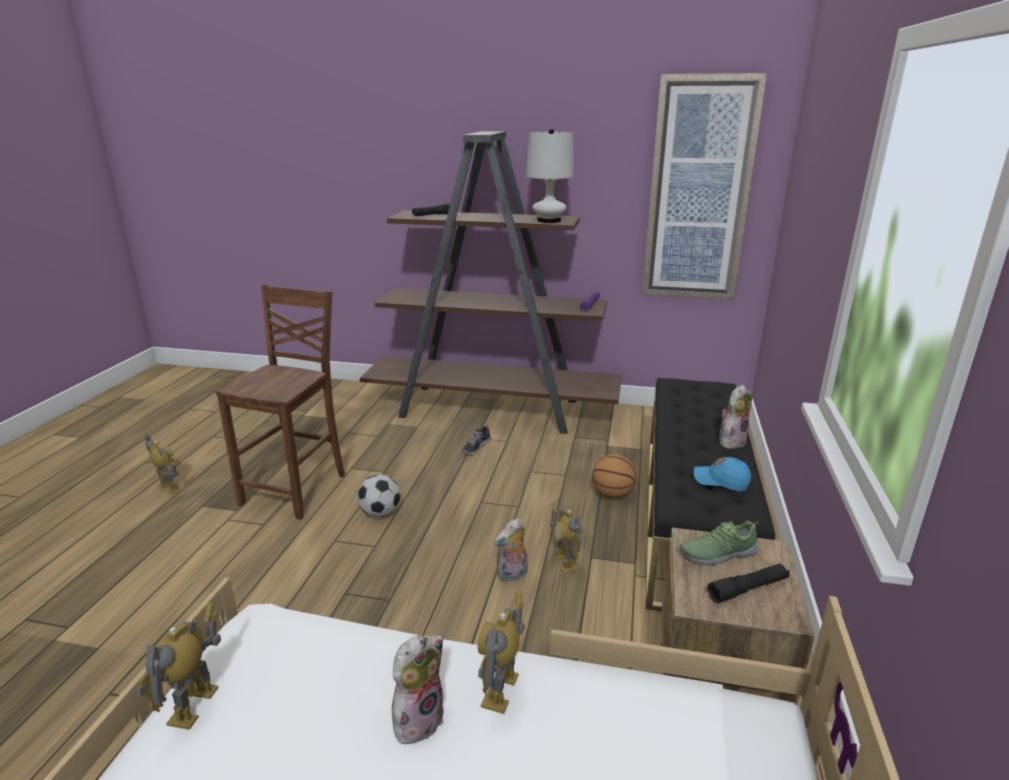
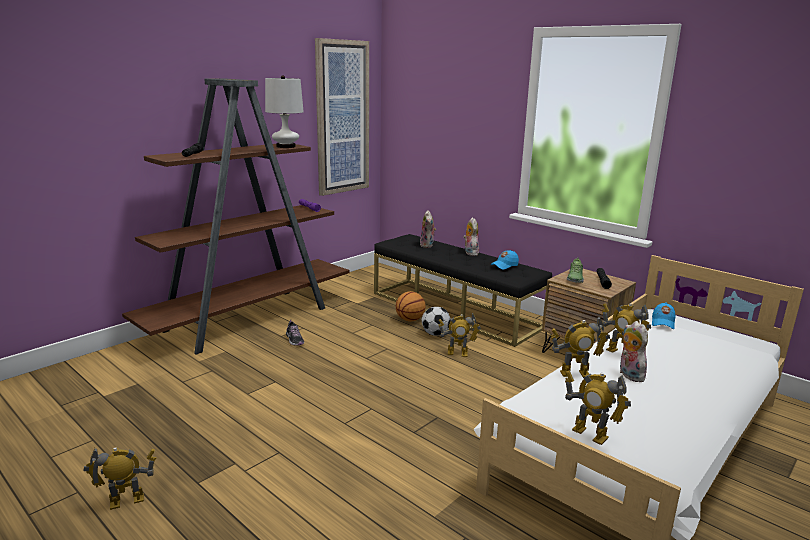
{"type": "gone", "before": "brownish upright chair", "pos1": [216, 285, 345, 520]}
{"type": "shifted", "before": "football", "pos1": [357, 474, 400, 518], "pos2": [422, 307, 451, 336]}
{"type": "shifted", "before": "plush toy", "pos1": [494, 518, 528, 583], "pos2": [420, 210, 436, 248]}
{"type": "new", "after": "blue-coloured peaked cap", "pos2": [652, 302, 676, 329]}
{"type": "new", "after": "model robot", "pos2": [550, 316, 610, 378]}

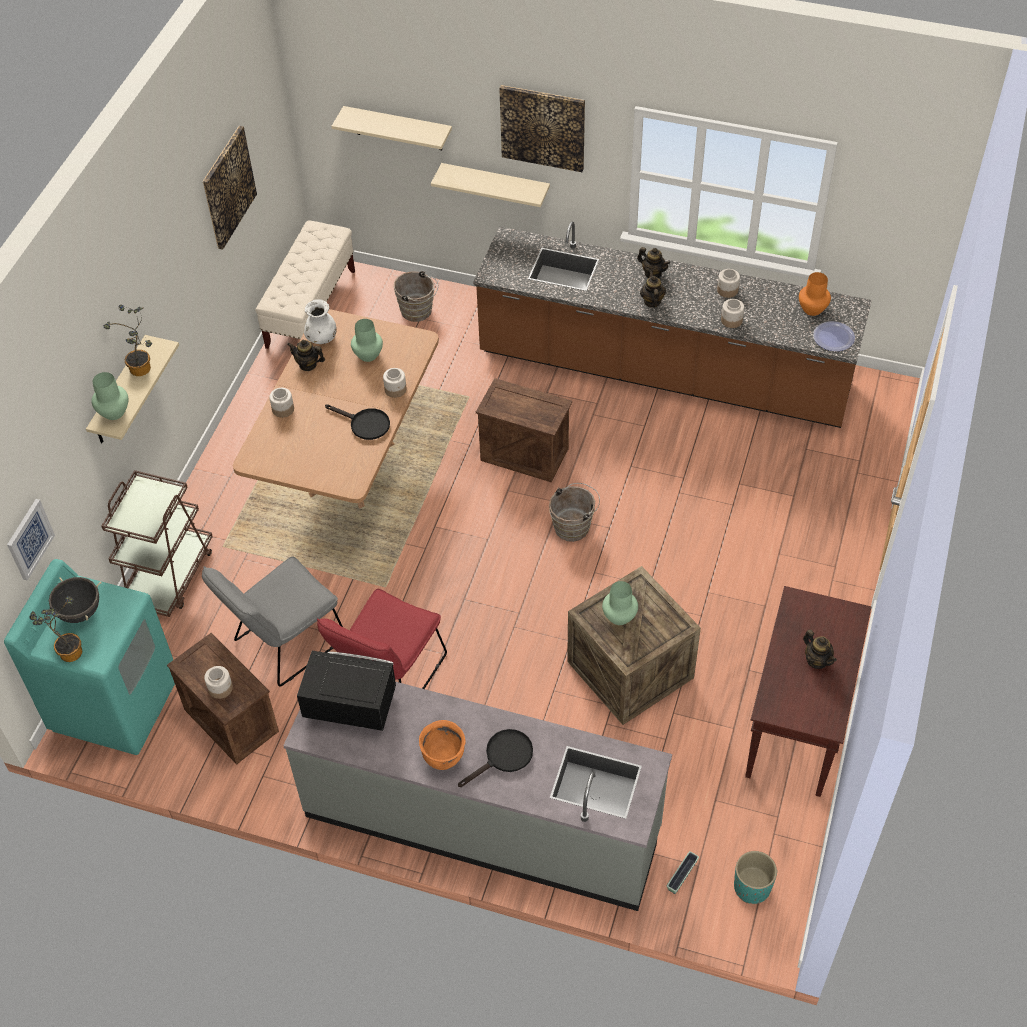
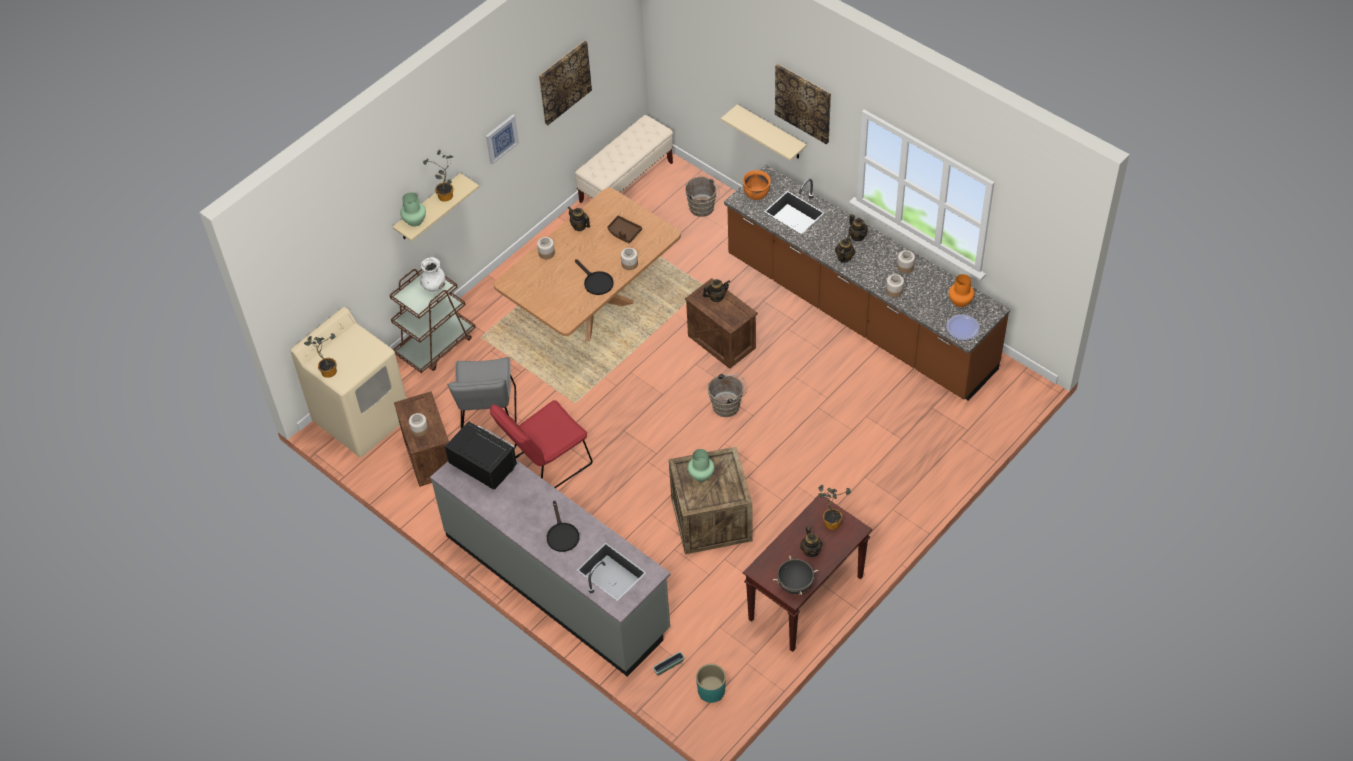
{"type": "gone", "before": "beige-coloured shelf", "pos1": [331, 106, 452, 150]}
{"type": "shifted", "before": "white-coloured decorative vase", "pos1": [304, 299, 337, 344], "pos2": [420, 257, 445, 292]}
{"type": "swapped", "before": "green decorative vase", "after": "brownish serving tray", "pos1": [351, 319, 383, 362], "pos2": [607, 215, 642, 243]}
{"type": "shifted", "before": "wall art", "pos1": [7, 499, 55, 581], "pos2": [486, 115, 519, 165]}
{"type": "rotated", "before": "grey upright chair", "pos1": [202, 557, 343, 687], "pos2": [447, 357, 516, 429], "turn": -75}
{"type": "repainted", "before": "blue-green laundry machine", "after": "beige-coloured laundry machine", "pos1": [4, 559, 175, 755], "pos2": [290, 307, 407, 457]}
{"type": "shifted", "before": "black-coloured saucepot", "pos1": [49, 577, 101, 623], "pos2": [773, 556, 818, 595]}
{"type": "shifted", "before": "orangey saucepot", "pos1": [419, 720, 466, 770], "pos2": [743, 170, 771, 200]}
{"type": "rotated", "before": "black-coloured skillet", "pos1": [458, 729, 533, 787], "pos2": [547, 501, 579, 552], "turn": 90}
{"type": "new", "after": "teapot", "pos2": [702, 279, 730, 302]}
{"type": "new", "after": "potted plant", "pos2": [818, 485, 851, 530]}

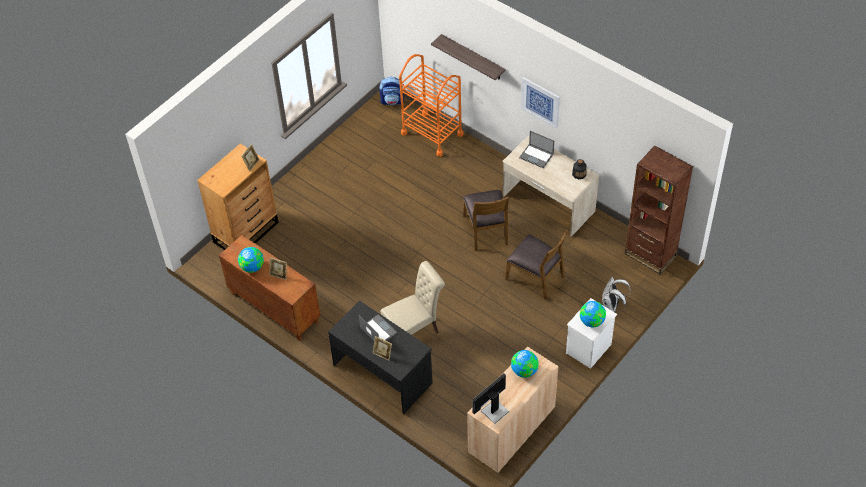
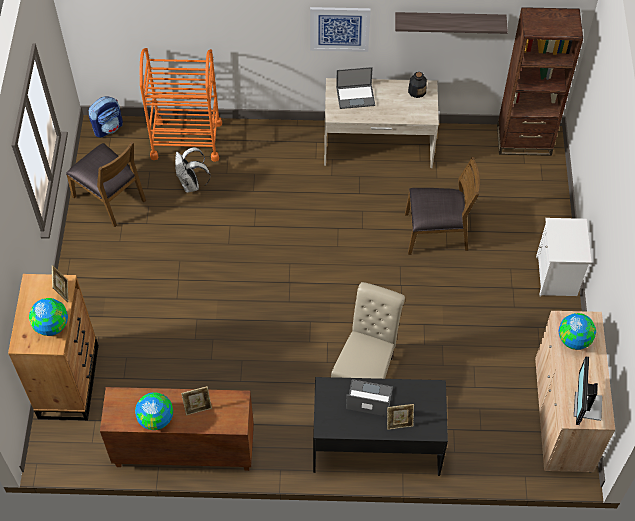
{"type": "shifted", "before": "shelf", "pos1": [431, 34, 506, 80], "pos2": [395, 12, 508, 34]}
{"type": "shifted", "before": "brownish upright chair", "pos1": [463, 190, 509, 250], "pos2": [66, 141, 146, 227]}
{"type": "shifted", "before": "white-coloured rucksack", "pos1": [602, 277, 631, 312], "pos2": [175, 147, 211, 193]}
{"type": "shifted", "before": "desk globe", "pos1": [580, 301, 606, 328], "pos2": [29, 298, 68, 336]}

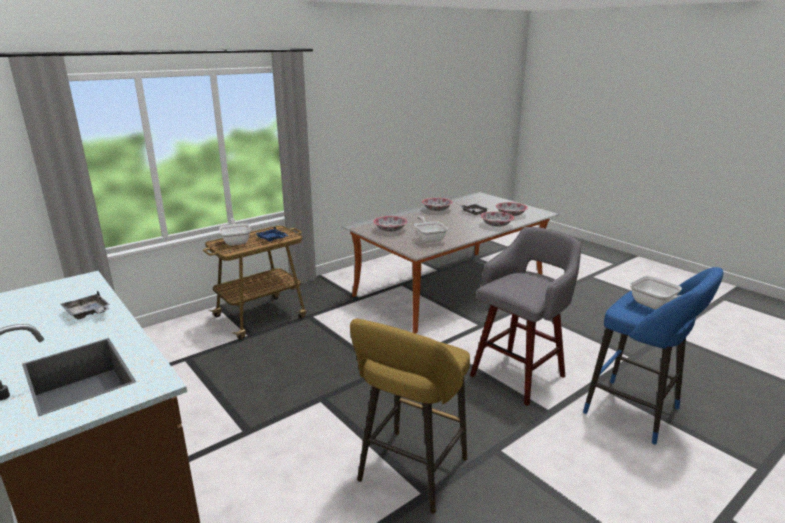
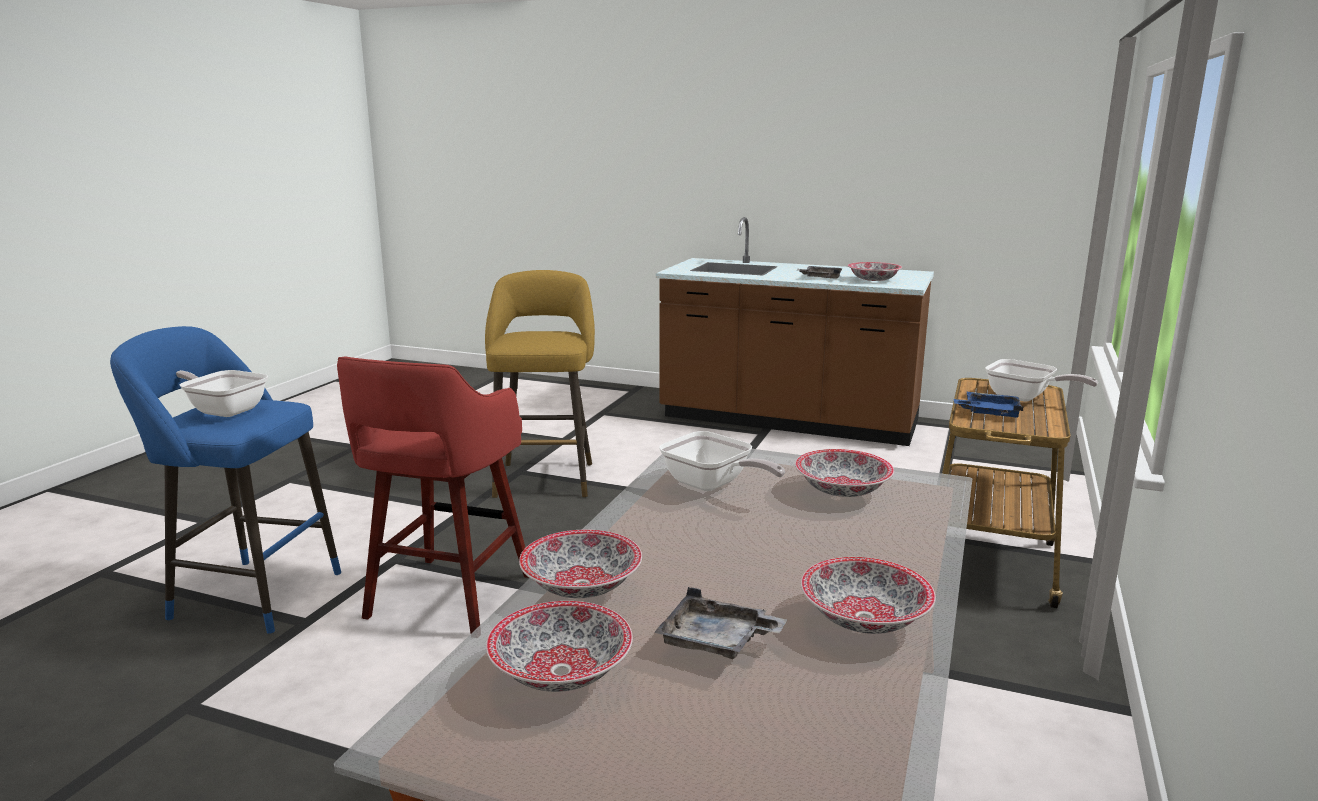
{"type": "repainted", "before": "grey stool", "after": "reddish stool", "pos1": [470, 227, 582, 406], "pos2": [337, 356, 529, 633]}
{"type": "new", "after": "serving bowl", "pos2": [848, 262, 902, 281]}

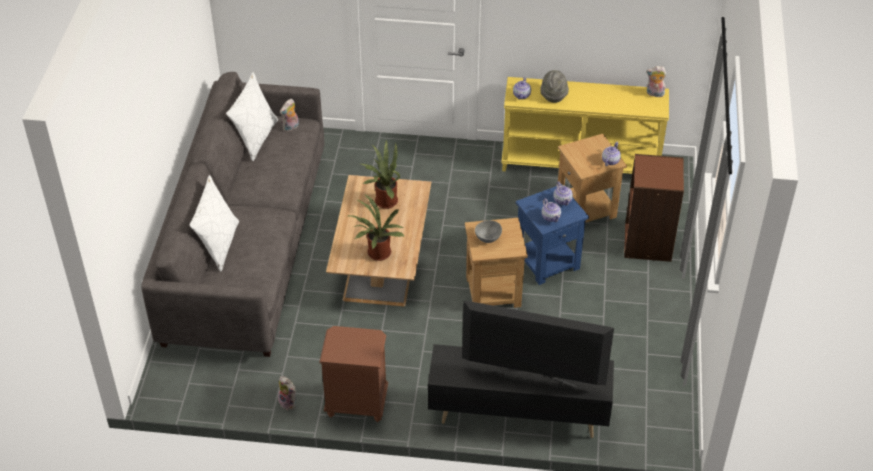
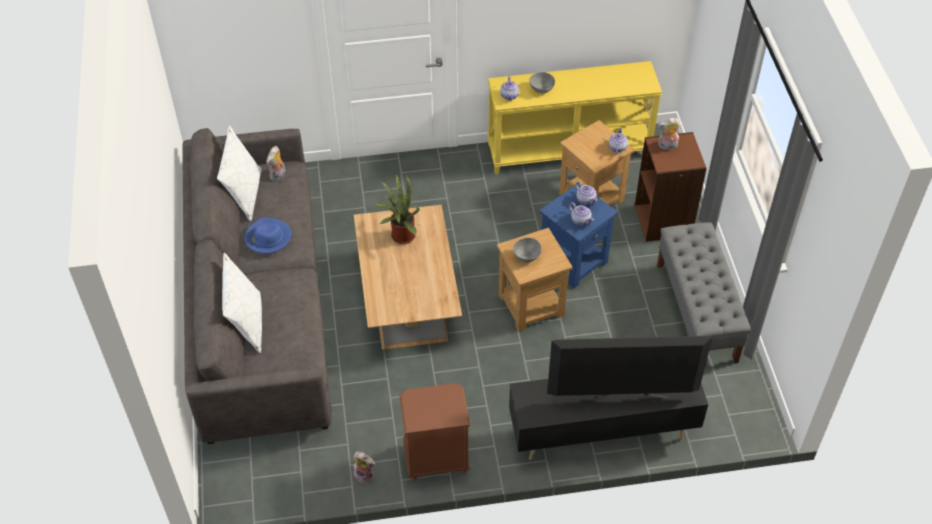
{"type": "shifted", "before": "plush toy", "pos1": [646, 66, 667, 97], "pos2": [658, 118, 680, 150]}
{"type": "swapped", "before": "grey clothing hat", "after": "grey serving bowl", "pos1": [540, 70, 569, 103], "pos2": [529, 72, 555, 93]}
{"type": "gone", "before": "potted plant", "pos1": [348, 195, 405, 261]}
{"type": "new", "after": "blue-coloured clothing hat", "pos2": [245, 217, 291, 254]}
{"type": "new", "after": "grey indoor bench", "pos2": [657, 222, 751, 363]}

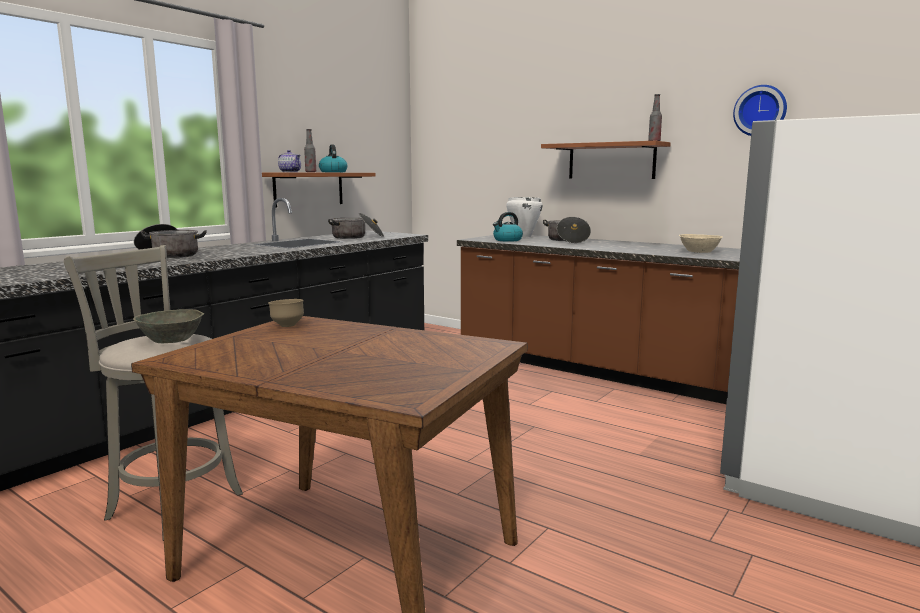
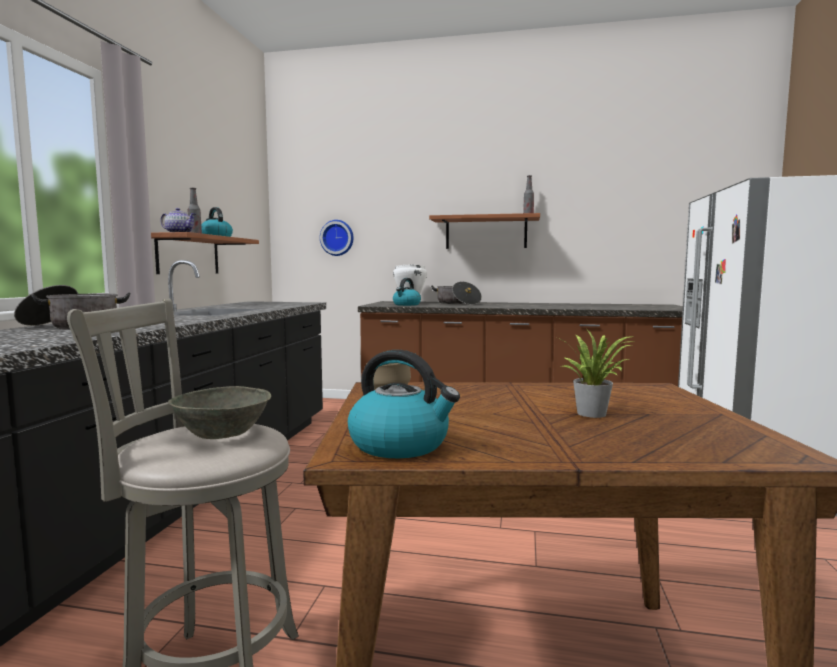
{"type": "shifted", "before": "clock on the wall", "pos1": [733, 85, 787, 136], "pos2": [320, 220, 353, 256]}
{"type": "gone", "before": "saucepot", "pos1": [328, 213, 384, 239]}
{"type": "gone", "before": "beige-coloured serving bowl", "pos1": [679, 234, 723, 253]}
{"type": "new", "after": "potted plant", "pos2": [558, 328, 634, 418]}
{"type": "new", "after": "kettle", "pos2": [348, 350, 460, 458]}

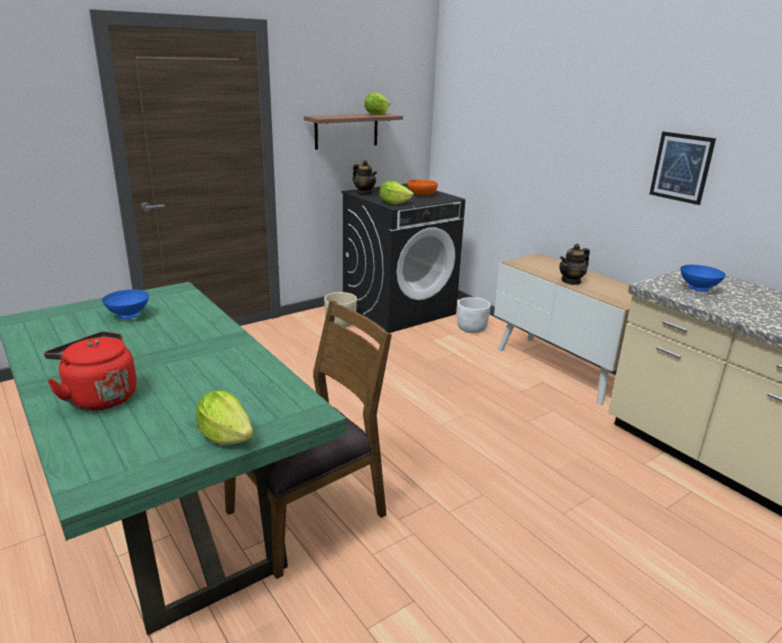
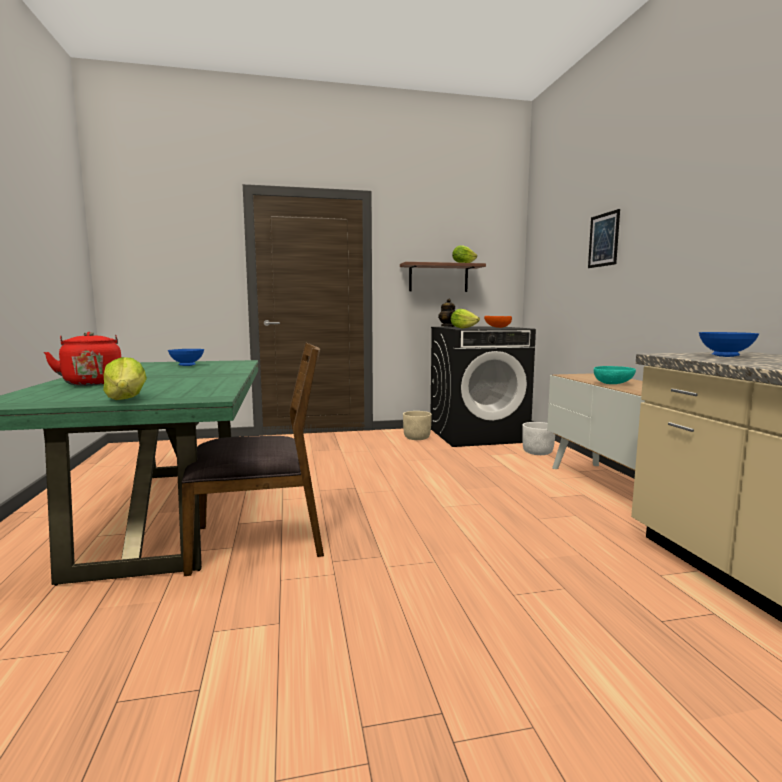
{"type": "shifted", "before": "wall art", "pos1": [650, 132, 716, 205], "pos2": [588, 209, 620, 268]}
{"type": "swapped", "before": "teapot", "after": "blue-green serving bowl", "pos1": [559, 244, 590, 285], "pos2": [594, 366, 636, 384]}

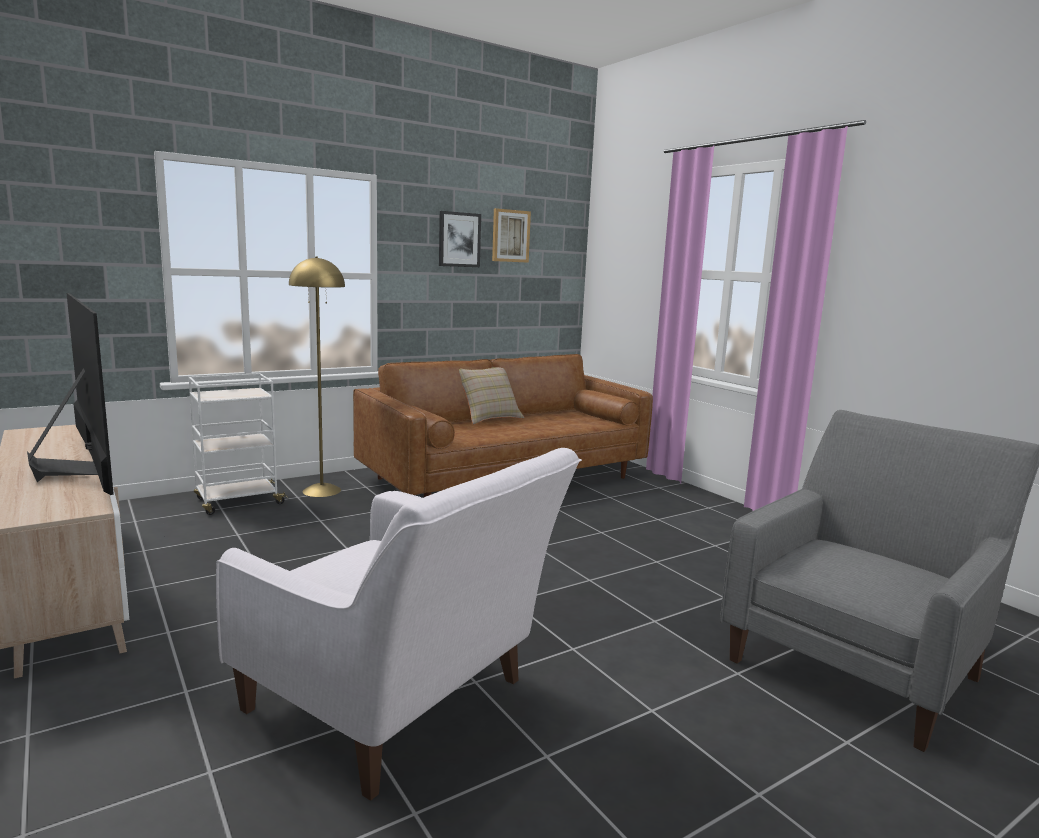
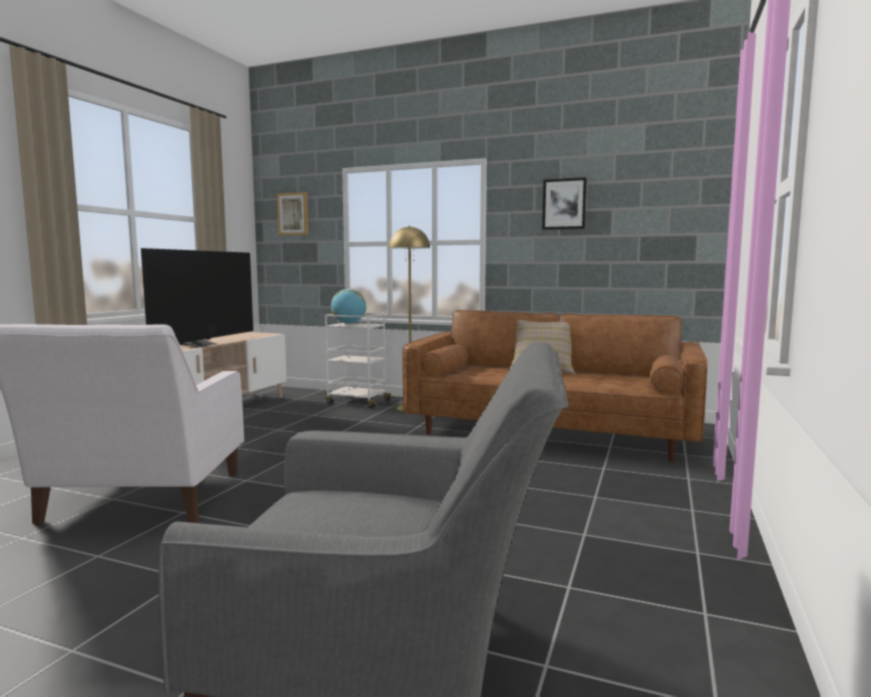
{"type": "shifted", "before": "wall art", "pos1": [492, 208, 531, 263], "pos2": [277, 192, 308, 235]}
{"type": "new", "after": "desk globe", "pos2": [331, 289, 366, 324]}

